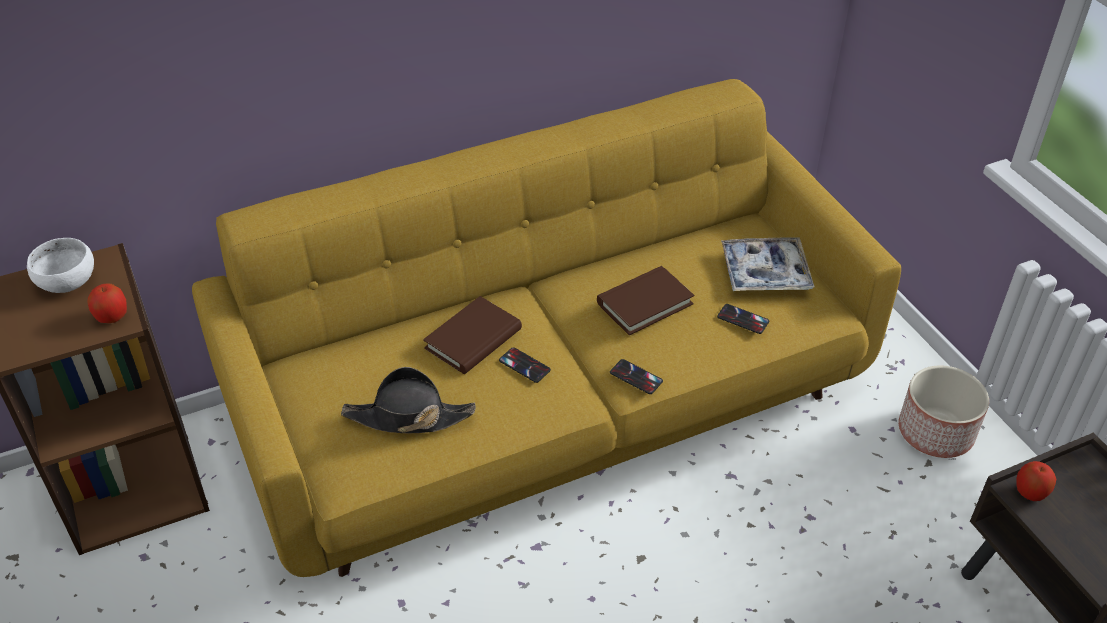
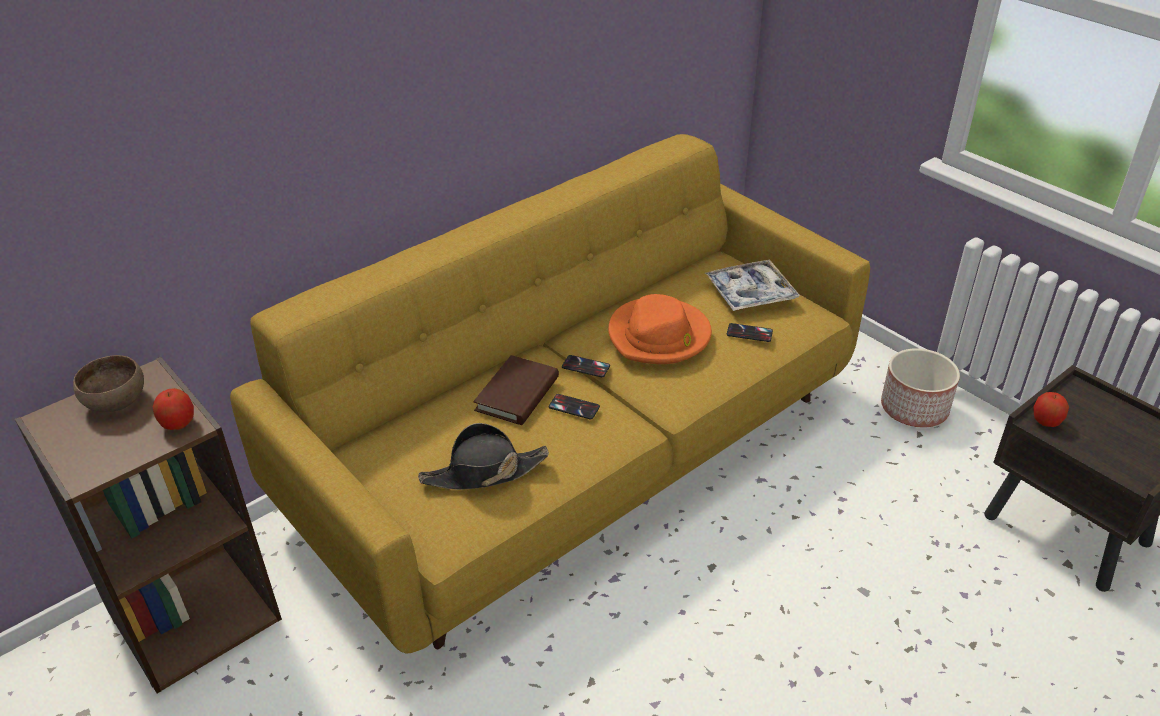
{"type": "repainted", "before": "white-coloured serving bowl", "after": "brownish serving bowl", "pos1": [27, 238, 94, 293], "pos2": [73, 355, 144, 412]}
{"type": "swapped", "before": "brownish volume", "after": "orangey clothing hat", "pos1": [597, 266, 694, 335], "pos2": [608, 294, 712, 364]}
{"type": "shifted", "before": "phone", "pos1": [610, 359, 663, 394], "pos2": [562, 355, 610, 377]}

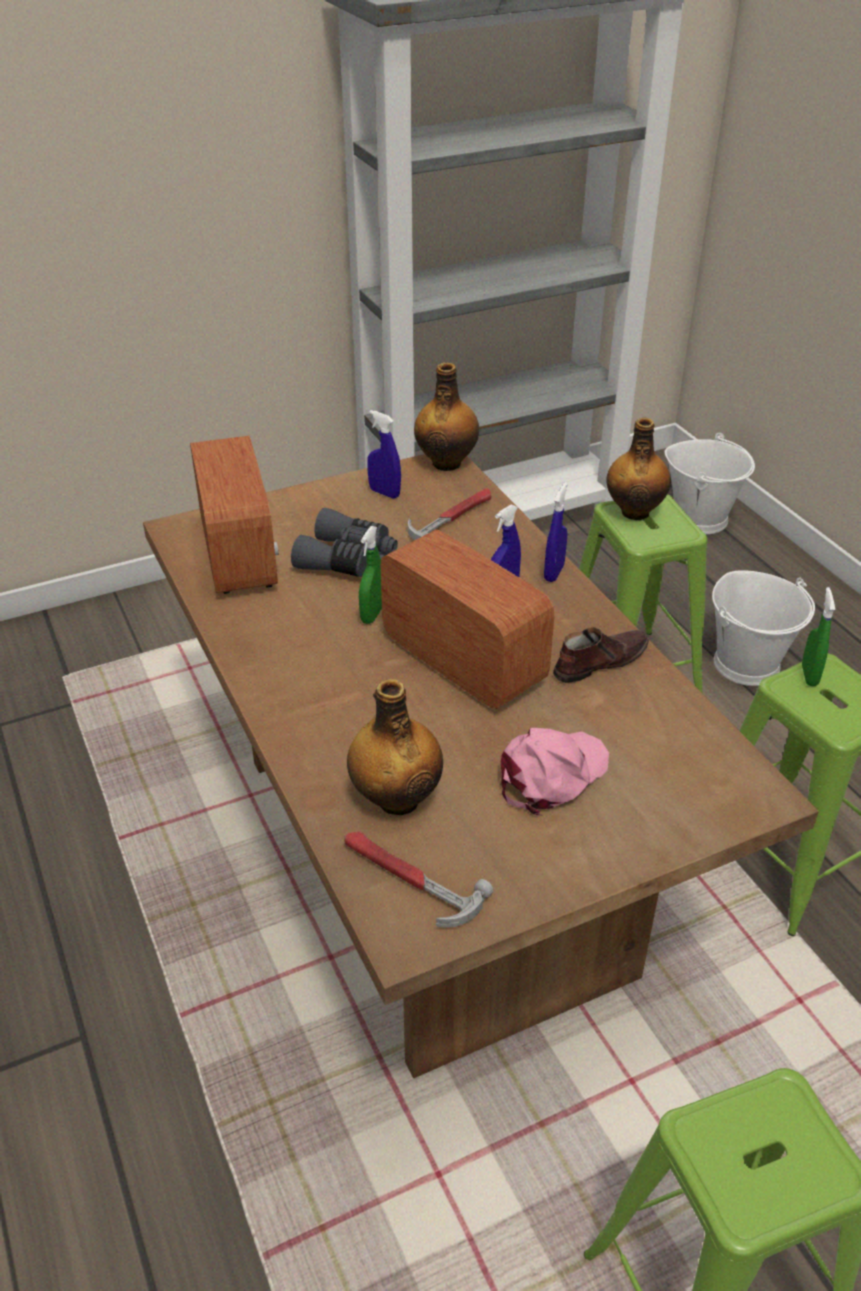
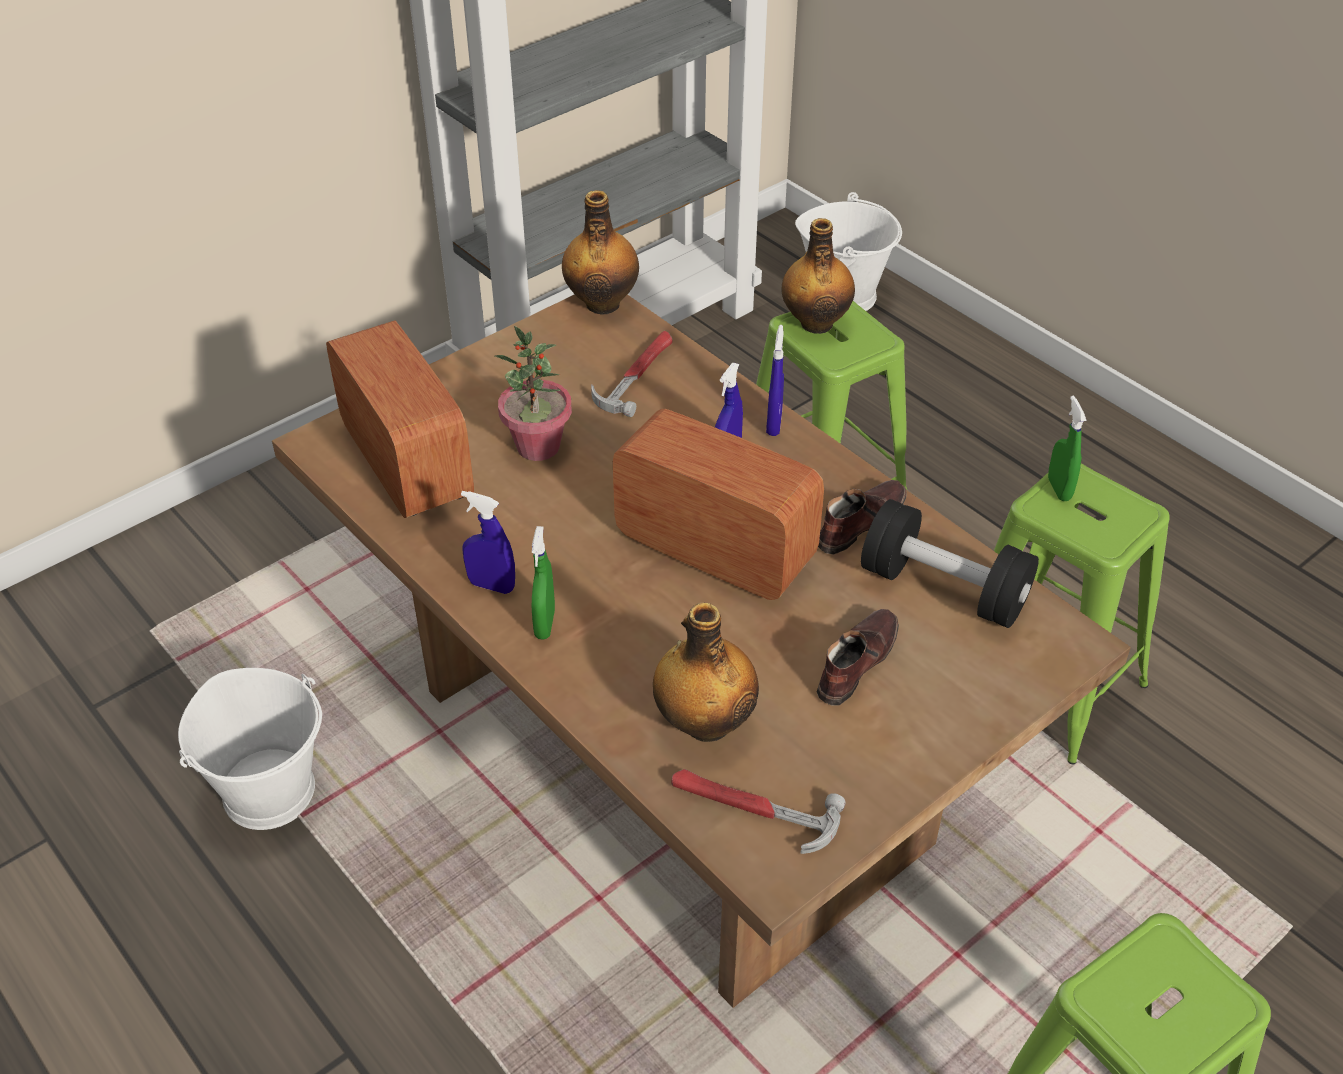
{"type": "shifted", "before": "blue-coloured hand sprayer", "pos1": [367, 410, 401, 499], "pos2": [461, 491, 515, 594]}
{"type": "swapped", "before": "grey pair of binoculars", "after": "potted plant", "pos1": [291, 508, 398, 577], "pos2": [495, 326, 572, 461]}
{"type": "shifted", "before": "green hand sprayer", "pos1": [359, 526, 382, 624], "pos2": [532, 526, 555, 640]}
{"type": "shifted", "before": "white-coloured water bucket", "pos1": [712, 570, 815, 686], "pos2": [178, 668, 322, 830]}
{"type": "swapped", "before": "pink-coloured peaked cap", "after": "brownish item of footwear", "pos1": [501, 728, 609, 816], "pos2": [816, 609, 899, 706]}
{"type": "new", "after": "black-coloured dumbbell", "pos2": [861, 499, 1039, 628]}

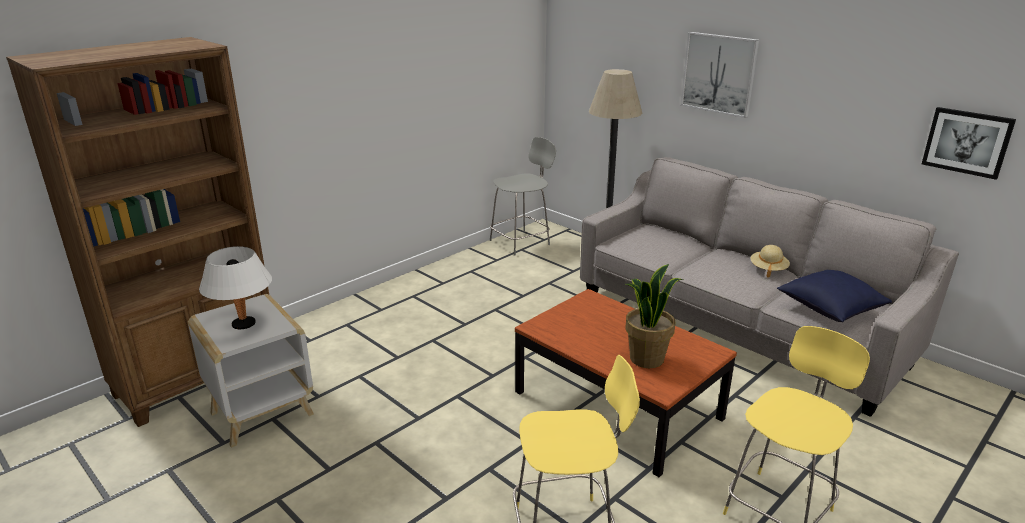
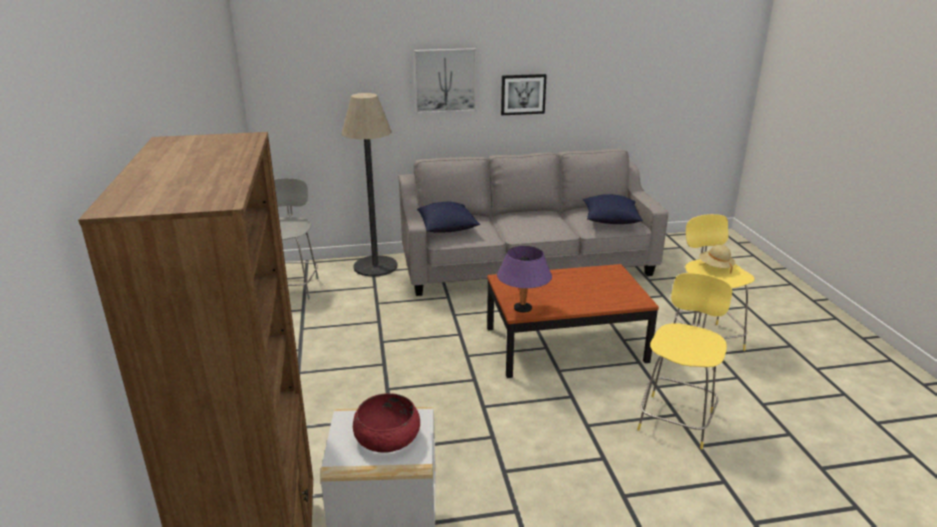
{"type": "shifted", "before": "wall art", "pos1": [922, 107, 1016, 180], "pos2": [501, 74, 547, 115]}
{"type": "shifted", "before": "beige-coloured clothing hat", "pos1": [751, 245, 790, 278], "pos2": [699, 245, 735, 274]}
{"type": "swapped", "before": "white-coloured table lamp", "after": "reddish serving bowl", "pos1": [199, 246, 272, 329], "pos2": [353, 393, 420, 453]}
{"type": "gone", "before": "potted plant", "pos1": [625, 264, 684, 368]}
{"type": "new", "after": "blue-coloured throw pillow", "pos2": [417, 202, 480, 233]}
{"type": "new", "after": "purplish table lamp", "pos2": [497, 246, 552, 313]}

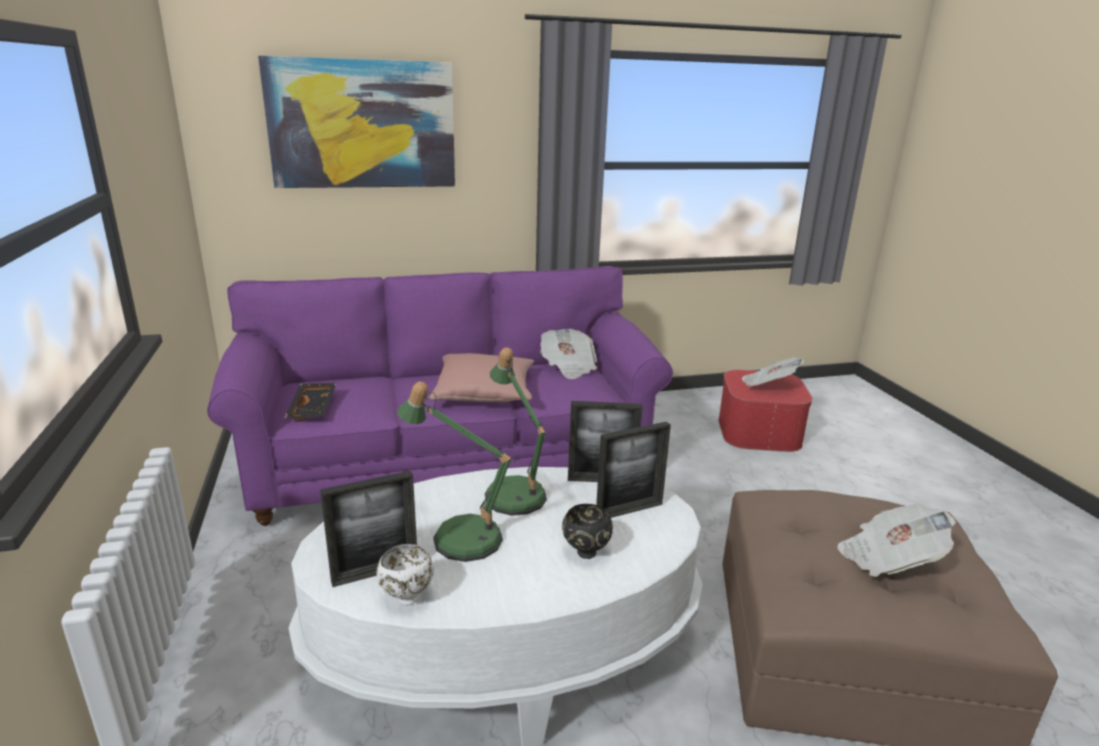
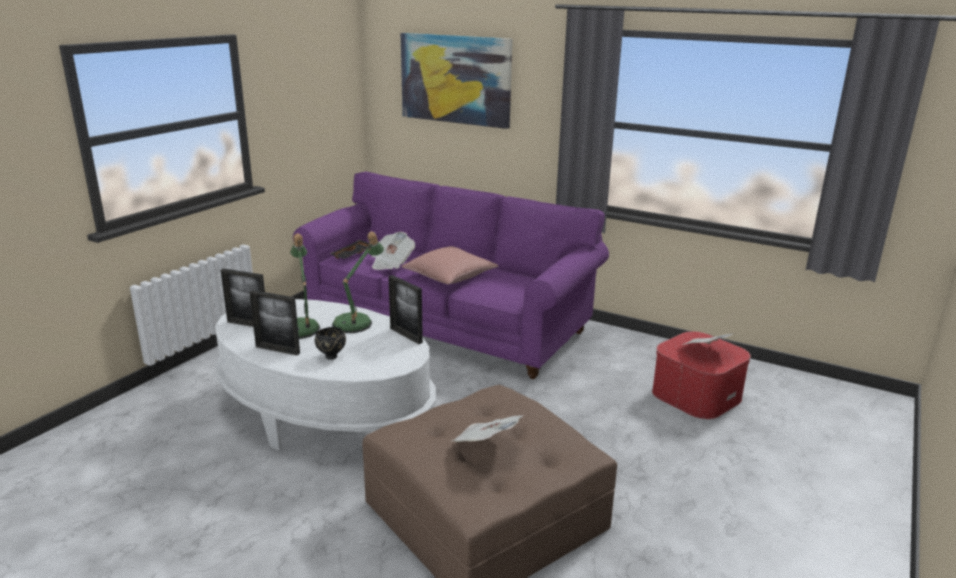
{"type": "shifted", "before": "printed paper", "pos1": [540, 329, 597, 379], "pos2": [372, 232, 415, 270]}
{"type": "shifted", "before": "photo frame", "pos1": [596, 422, 671, 518], "pos2": [249, 290, 300, 356]}
{"type": "gone", "before": "white-coloured serving bowl", "pos1": [376, 544, 434, 606]}

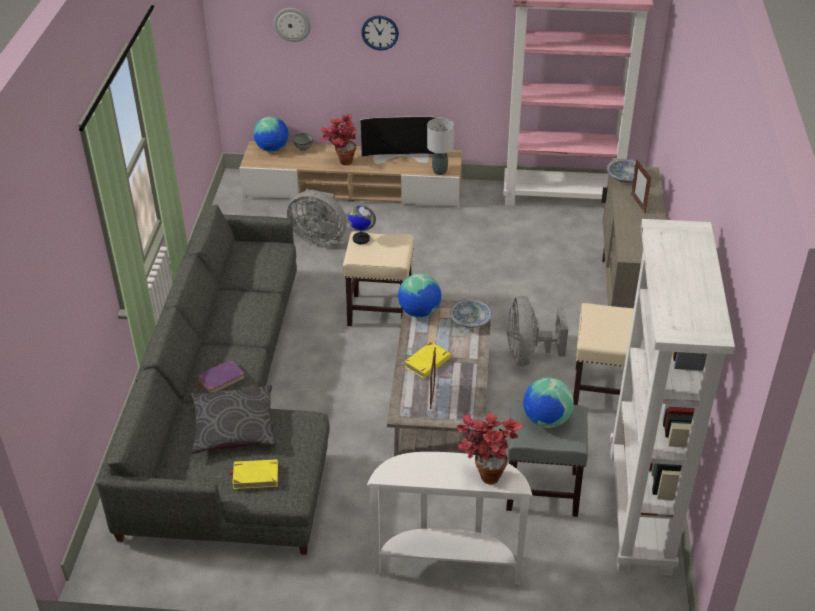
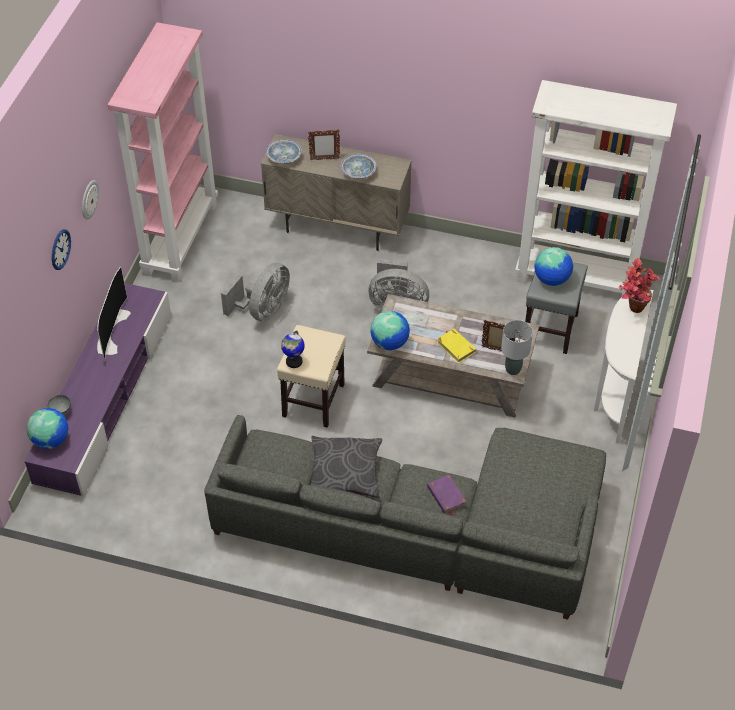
{"type": "shifted", "before": "clock on the wall", "pos1": [274, 8, 311, 42], "pos2": [82, 180, 99, 220]}
{"type": "gone", "before": "potted plant", "pos1": [321, 114, 358, 165]}
{"type": "shifted", "before": "grey table lamp", "pos1": [427, 118, 454, 175], "pos2": [501, 320, 533, 375]}
{"type": "repainted", "before": "beige-coloured tv stand", "after": "purplish tv stand", "pos1": [239, 141, 462, 207], "pos2": [24, 283, 171, 496]}
{"type": "shifted", "before": "grey electric fan", "pos1": [287, 189, 347, 246], "pos2": [221, 263, 290, 322]}
{"type": "shifted", "before": "serving bowl", "pos1": [450, 299, 492, 328], "pos2": [341, 154, 376, 179]}
{"type": "gone", "before": "beige-coloured stool", "pos1": [573, 303, 634, 405]}
{"type": "shifted", "before": "grey throw pillow", "pos1": [191, 385, 276, 454], "pos2": [310, 436, 382, 498]}
{"type": "gone", "before": "yellow volume", "pos1": [227, 459, 278, 489]}

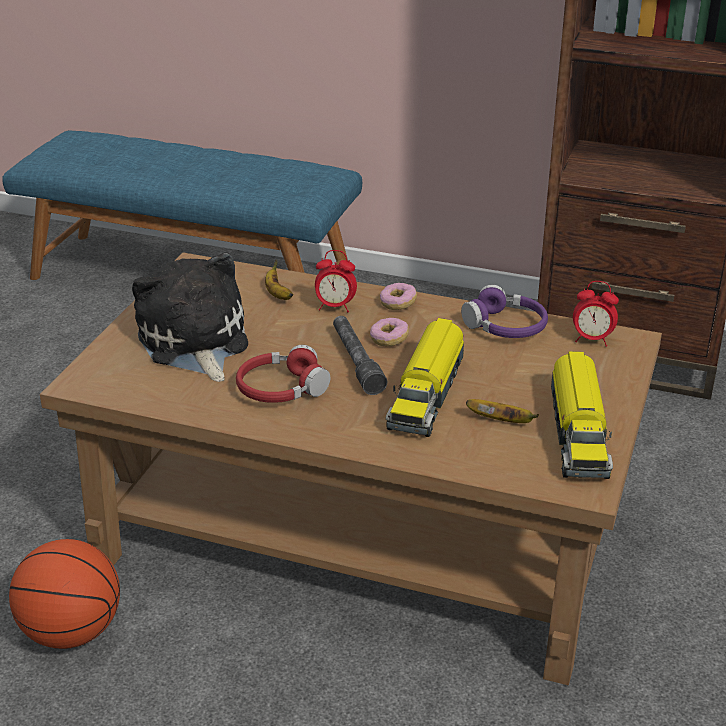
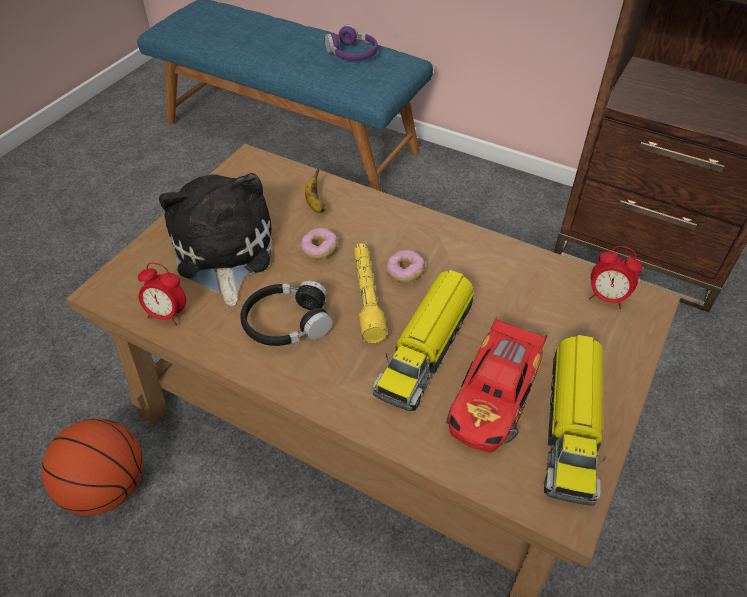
{"type": "shifted", "before": "table clock", "pos1": [315, 250, 357, 312], "pos2": [138, 263, 186, 325]}
{"type": "shifted", "before": "ring doughnut", "pos1": [380, 283, 417, 310], "pos2": [301, 228, 338, 259]}
{"type": "shifted", "before": "purplish headphones", "pos1": [461, 285, 548, 338], "pos2": [325, 25, 378, 61]}
{"type": "repainted", "before": "grey torch", "after": "yellow torch", "pos1": [333, 316, 387, 395], "pos2": [354, 243, 388, 343]}
{"type": "repainted", "before": "reddish headphones", "after": "black-coloured headphones", "pos1": [236, 345, 330, 403], "pos2": [240, 281, 333, 346]}
{"type": "swapped", "before": "whole banana", "after": "model car", "pos1": [466, 399, 539, 423], "pos2": [446, 317, 547, 453]}

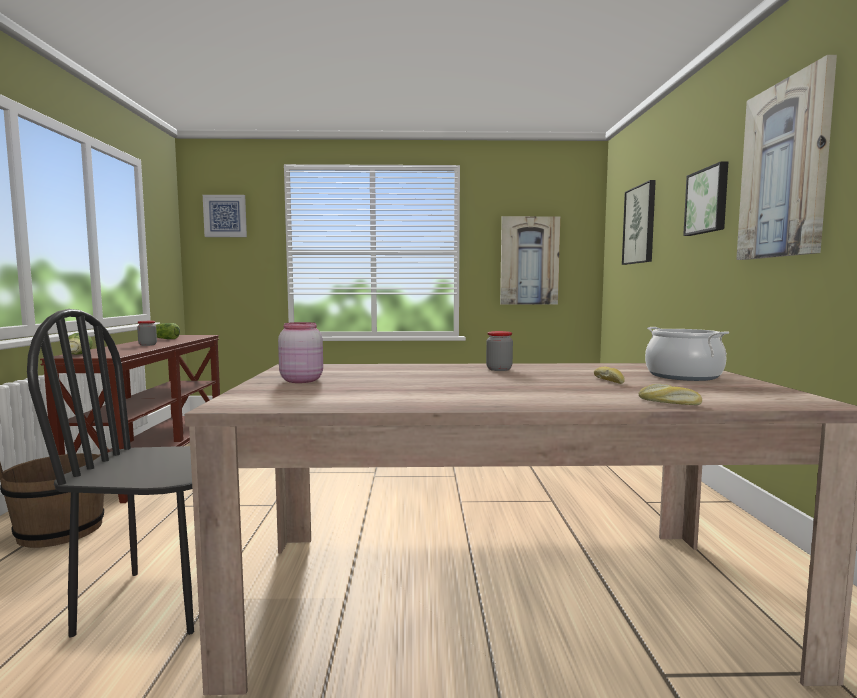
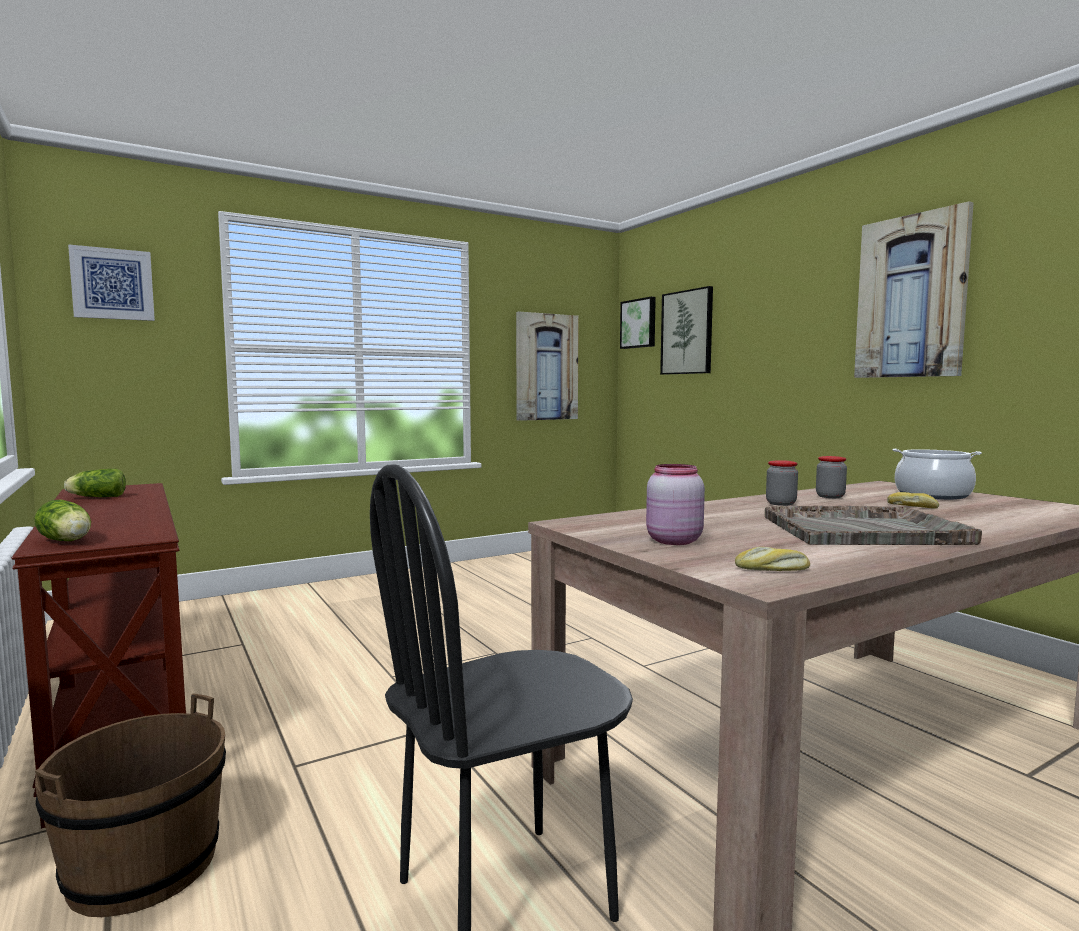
{"type": "shifted", "before": "wall art", "pos1": [683, 162, 728, 236], "pos2": [620, 297, 656, 349]}
{"type": "shifted", "before": "jar", "pos1": [137, 321, 157, 346], "pos2": [816, 456, 847, 498]}
{"type": "shifted", "before": "baked bread", "pos1": [639, 384, 702, 405], "pos2": [735, 547, 810, 571]}
{"type": "new", "after": "grey serving tray", "pos2": [765, 506, 982, 545]}

